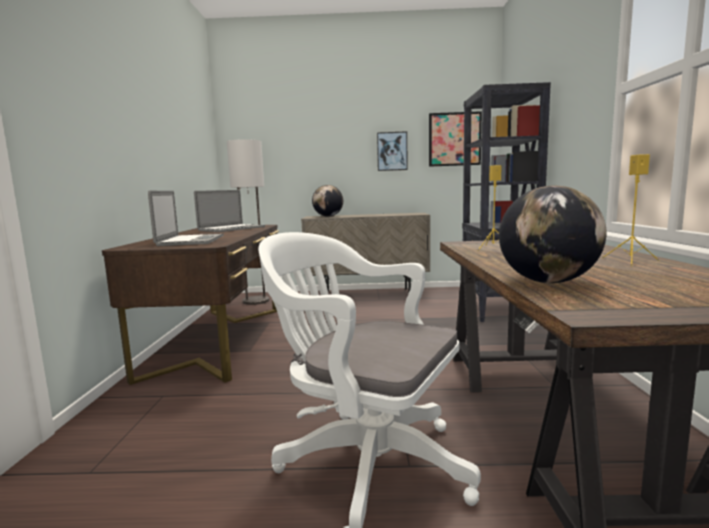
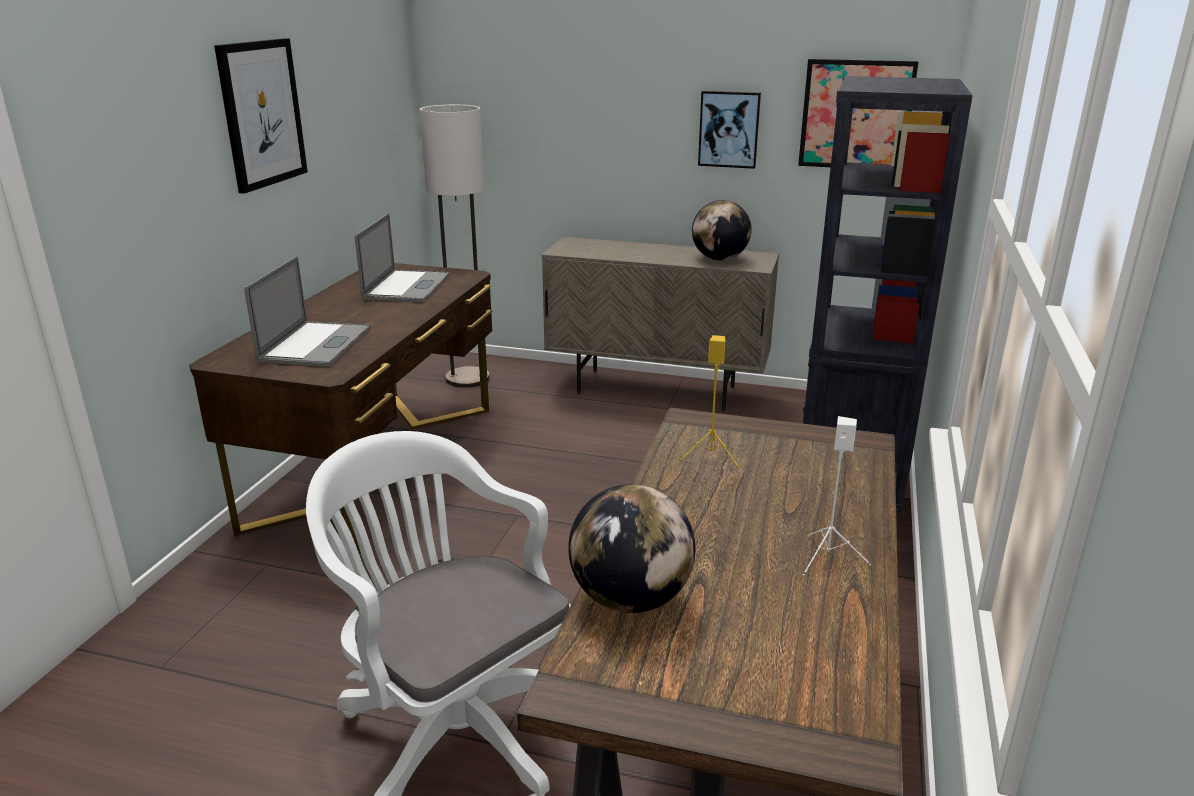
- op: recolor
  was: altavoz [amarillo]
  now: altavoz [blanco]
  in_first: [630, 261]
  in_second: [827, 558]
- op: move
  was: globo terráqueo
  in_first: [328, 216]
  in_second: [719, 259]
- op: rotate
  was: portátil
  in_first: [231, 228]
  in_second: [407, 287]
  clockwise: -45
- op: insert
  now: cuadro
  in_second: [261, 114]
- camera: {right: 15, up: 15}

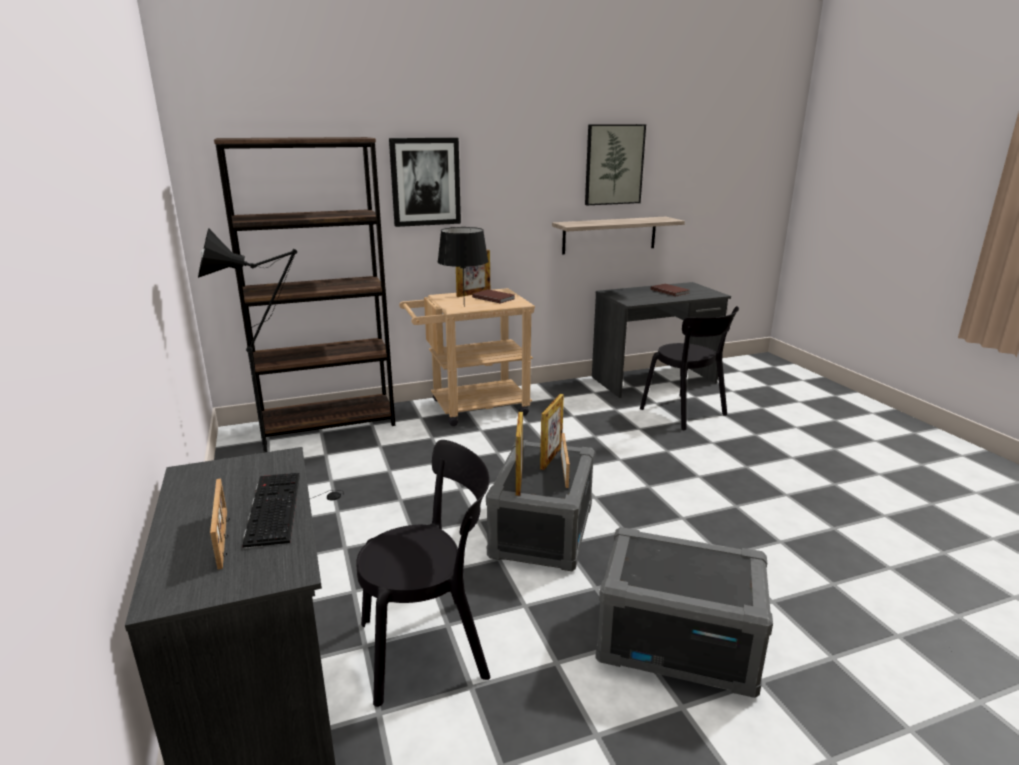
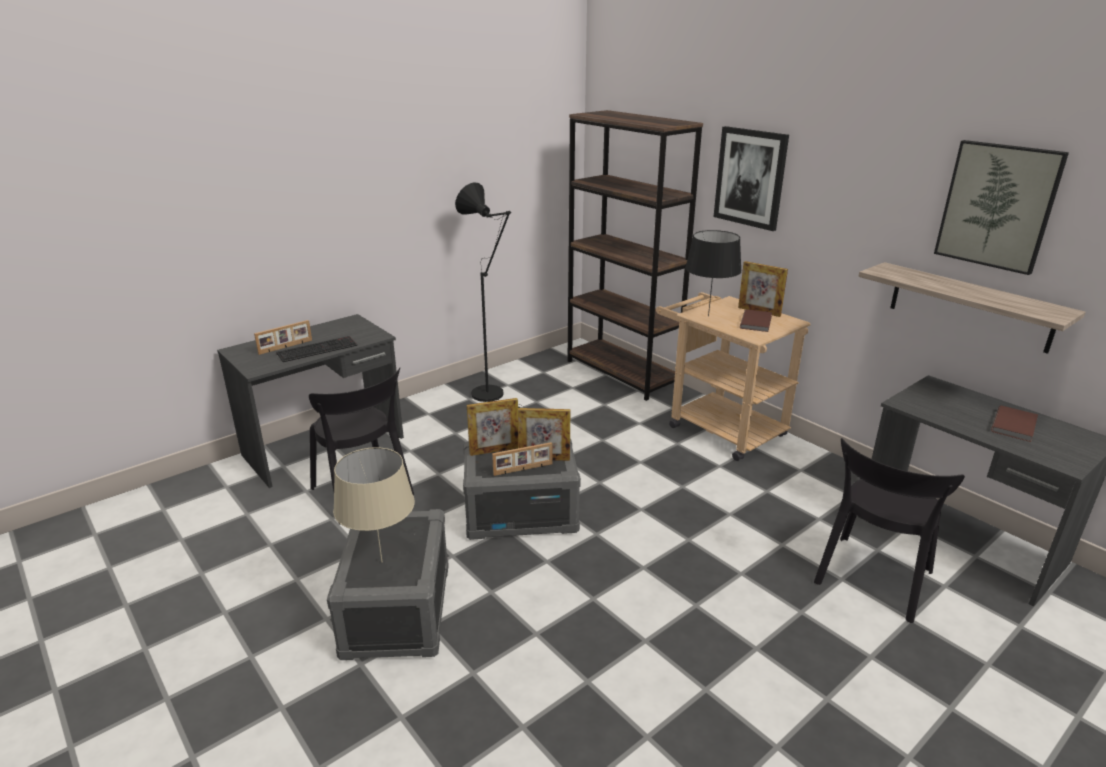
- op: insert
  now: lámpara de mesa [beis]
  in_second: [382, 562]
- camera: {right: 70, up: 5}

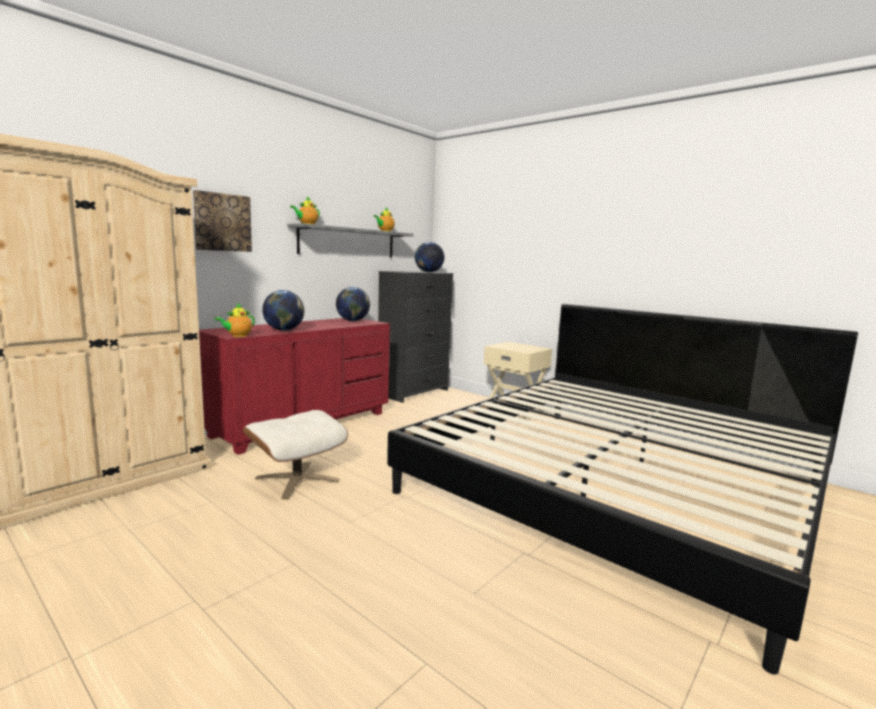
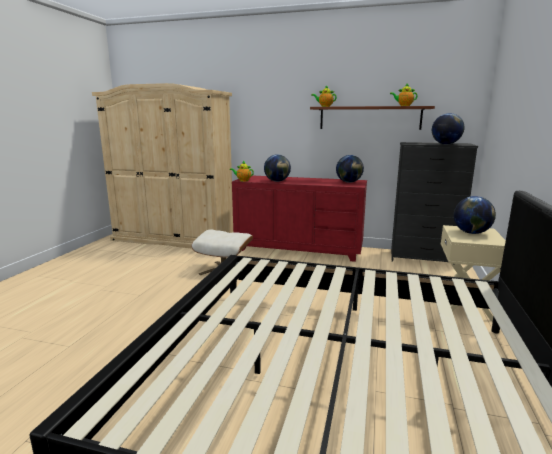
- op: delete
  was: cuadro
  in_first: [222, 222]
- op: recolor
  was: estante [gris]
  now: estante [marrón]
  in_first: [348, 242]
  in_second: [369, 118]
- op: insert
  now: globo terráqueo
  in_second: [471, 233]
- camera: {right: 65, up: 5}

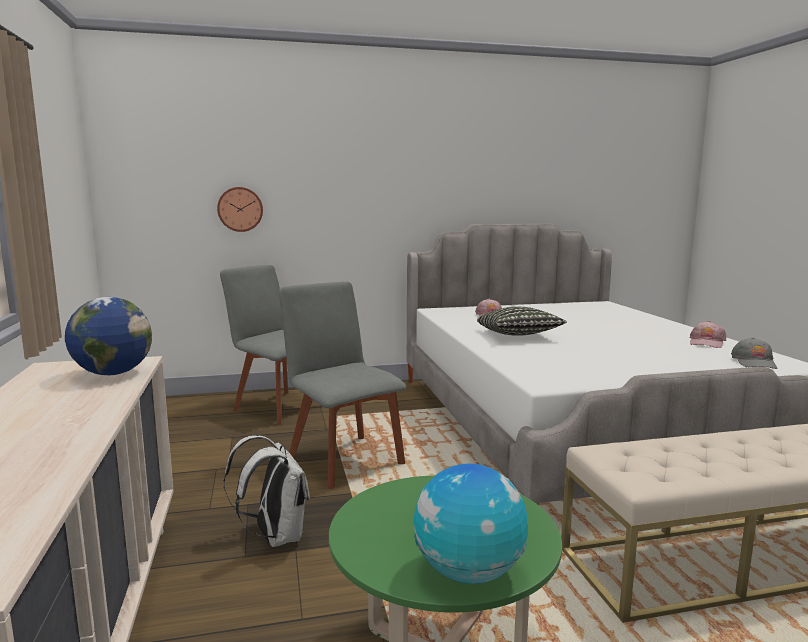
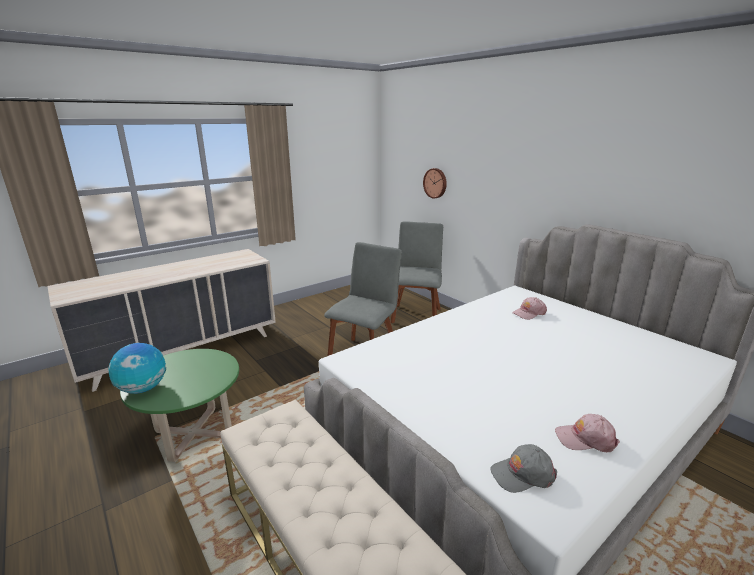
- op: delete
  was: globo terráqueo
  in_first: [113, 373]
- op: delete
  was: cojín
  in_first: [518, 336]
- op: delete
  was: mochila [blanco]
  in_first: [275, 536]
- camera: {right: 65, up: 10}

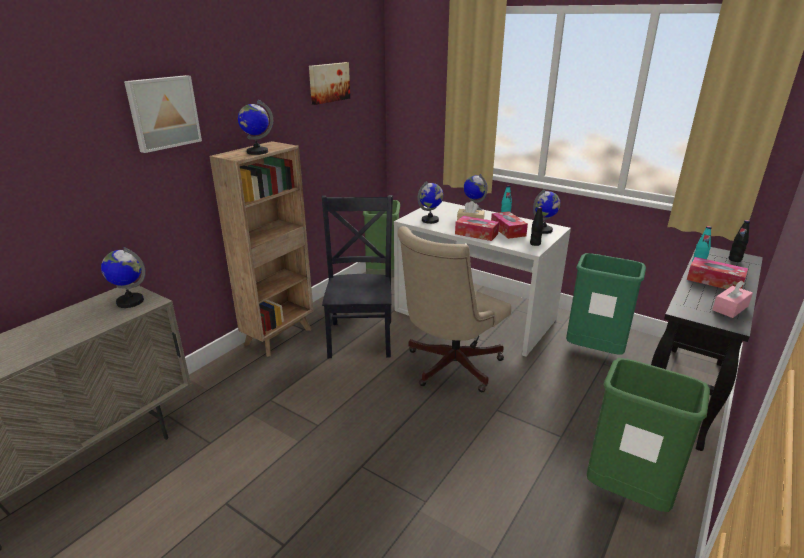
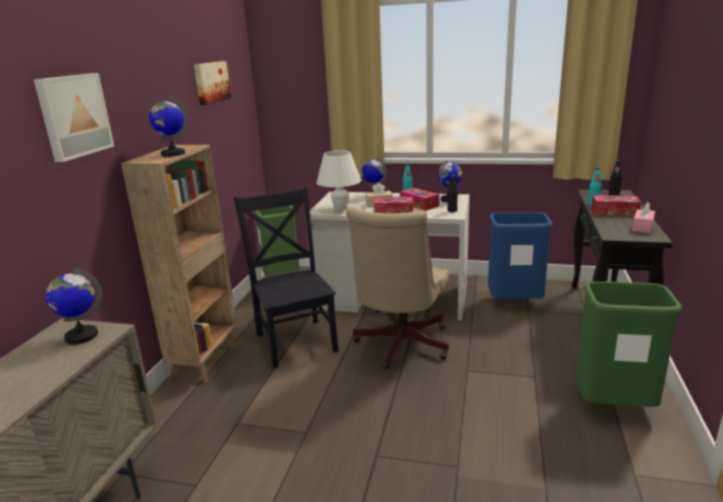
- op: replace
  was: globo terráqueo
  now: lámpara de mesa [blanco]
  in_first: [430, 220]
  in_second: [340, 208]
- op: recolor
  was: papelera [verde]
  now: papelera [azul]
  in_first: [594, 351]
  in_second: [514, 302]
- camera: {right: -20, up: -5}

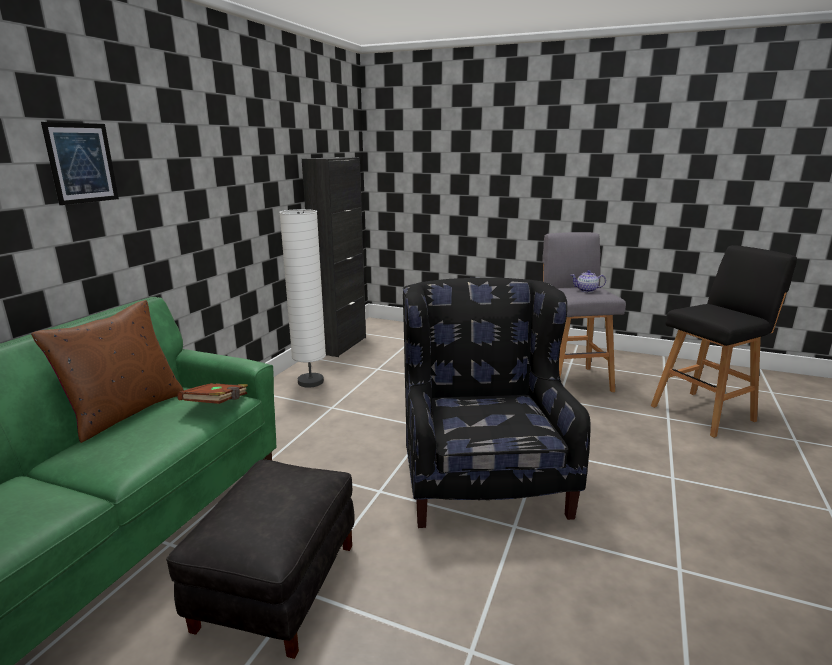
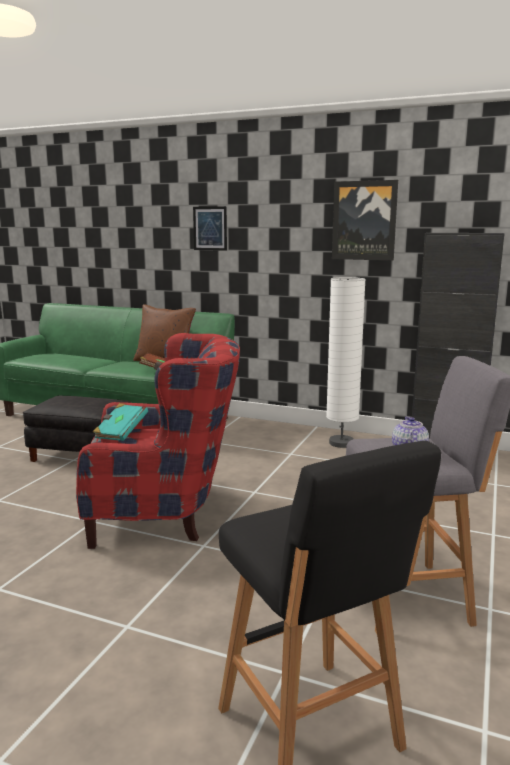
- op: recolor
  was: sillón [negro]
  now: sillón [rojo]
  in_first: [482, 476]
  in_second: [165, 512]
- op: insert
  now: cuadro
  in_second: [364, 220]
- op: insert
  now: libro [turquesa]
  in_second: [121, 432]
- camera: {right: 90, up: -5}

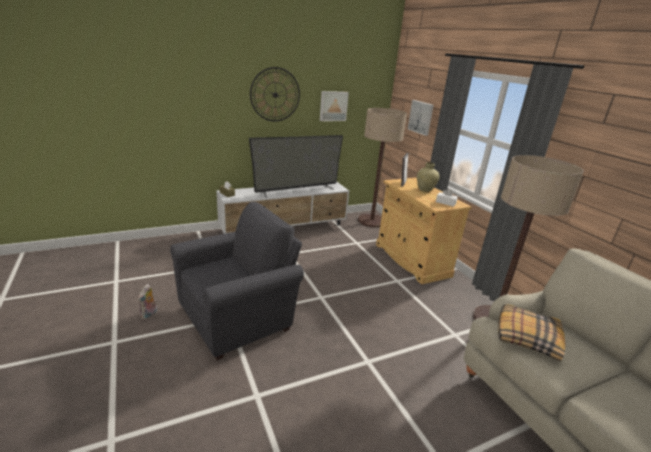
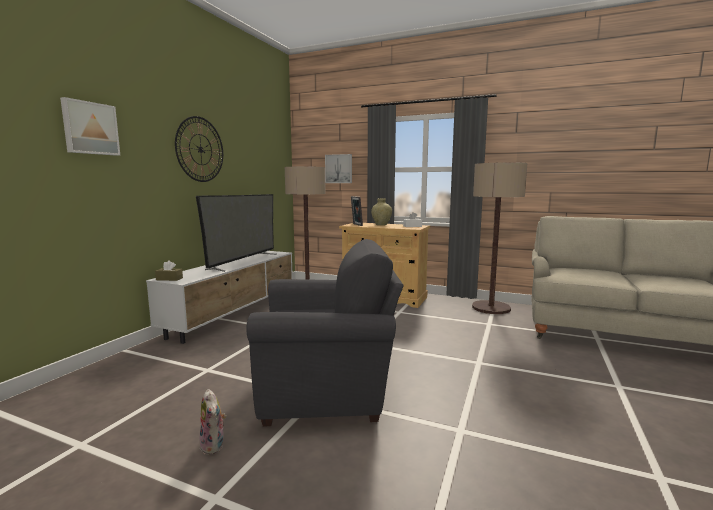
- op: move
  was: cuadro
  in_first: [333, 106]
  in_second: [90, 128]
- op: rotate
  was: sillón [gris]
  in_first: [240, 317]
  in_second: [329, 390]
  clockwise: 75
- op: delete
  was: cojín
  in_first: [526, 337]
- camera: {right: -40, up: -15}

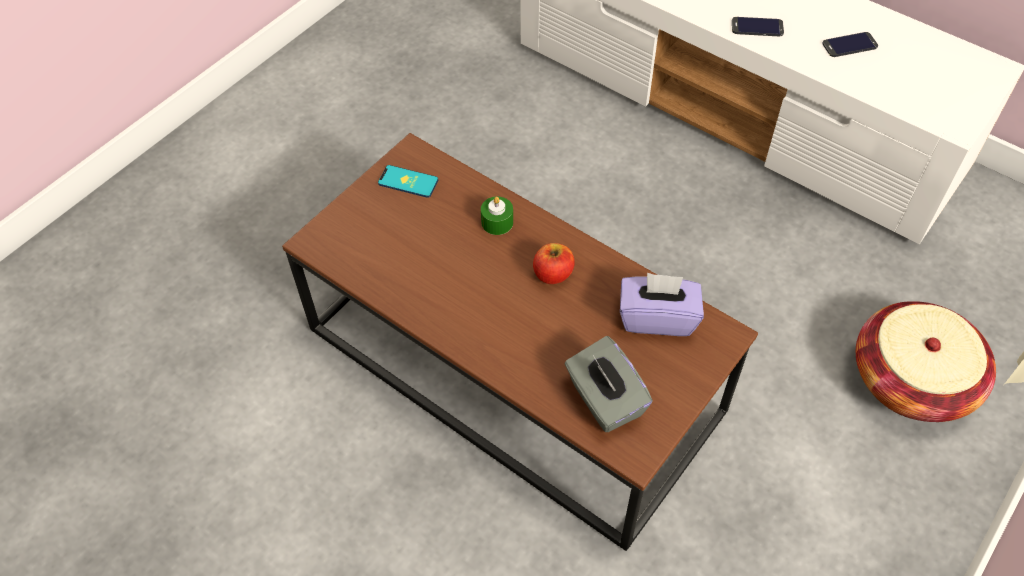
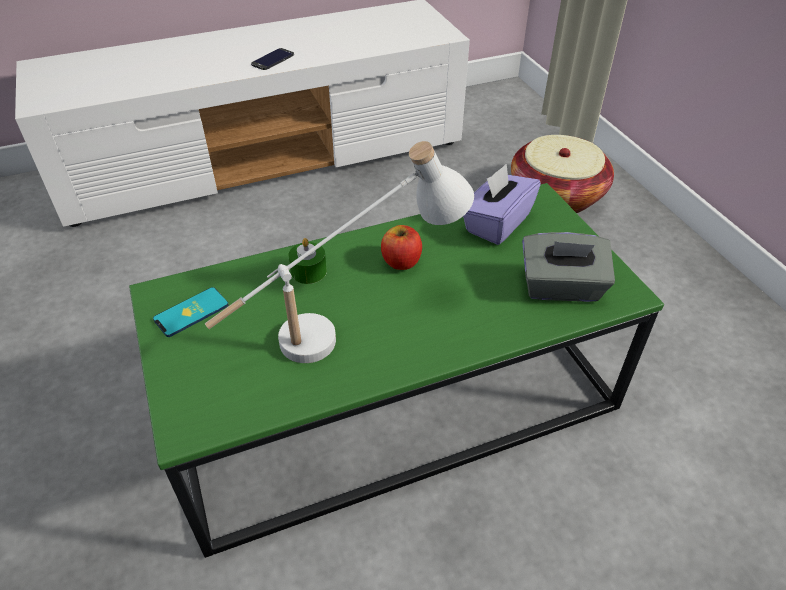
- op: delete
  was: móvil
  in_first: [849, 45]
- op: recolor
  was: mesa de centro [marrón]
  now: mesa de centro [verde]
  in_first: [513, 370]
  in_second: [392, 401]
- op: insert
  now: lámpara de mesa [blanco]
  in_second: [347, 327]
- camera: {right: -60, up: -10}

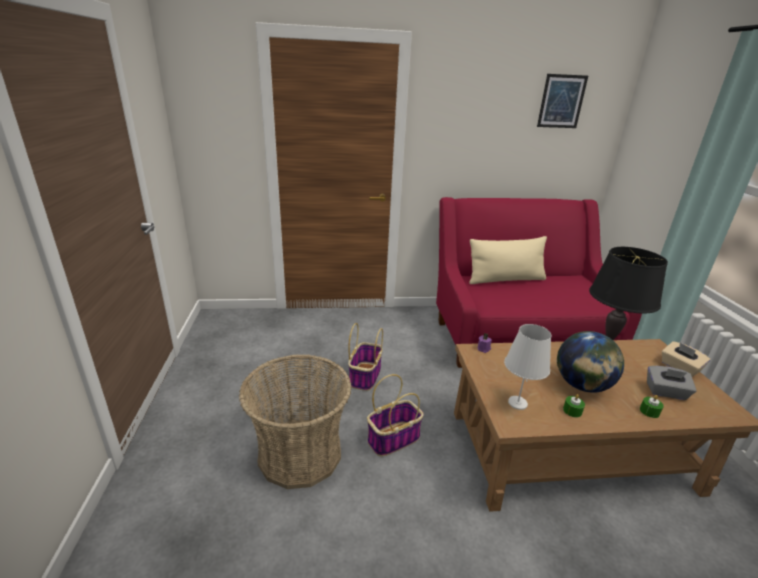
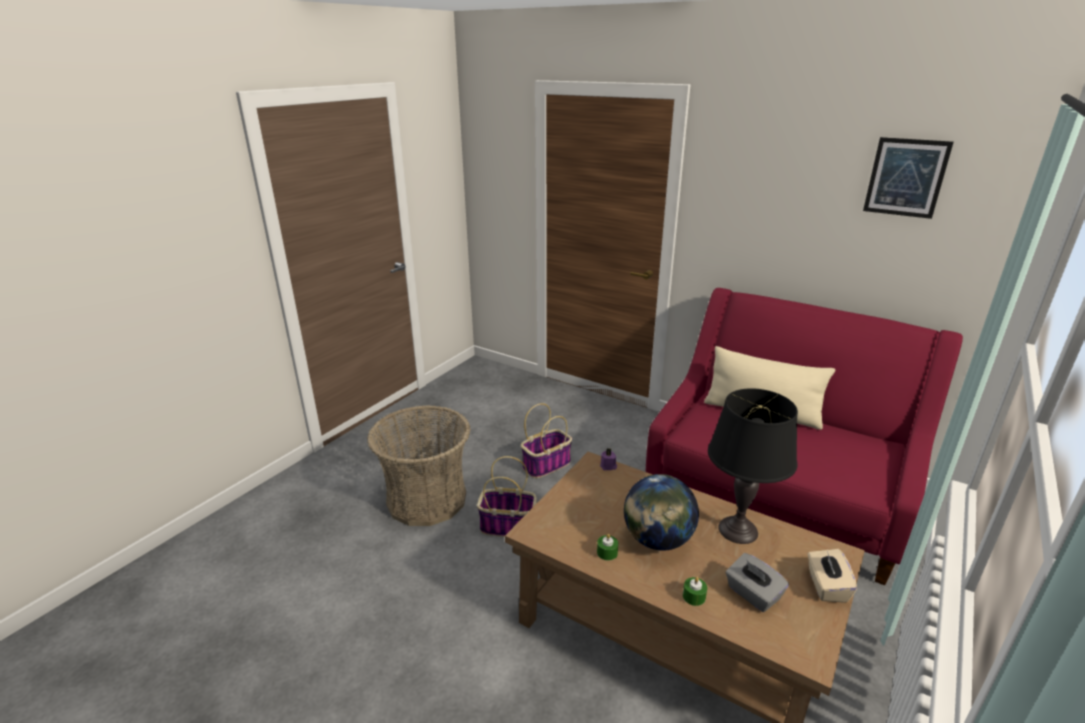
- op: delete
  was: lámpara de mesa [blanco]
  in_first: [517, 403]
- camera: {right: 40, up: 0}

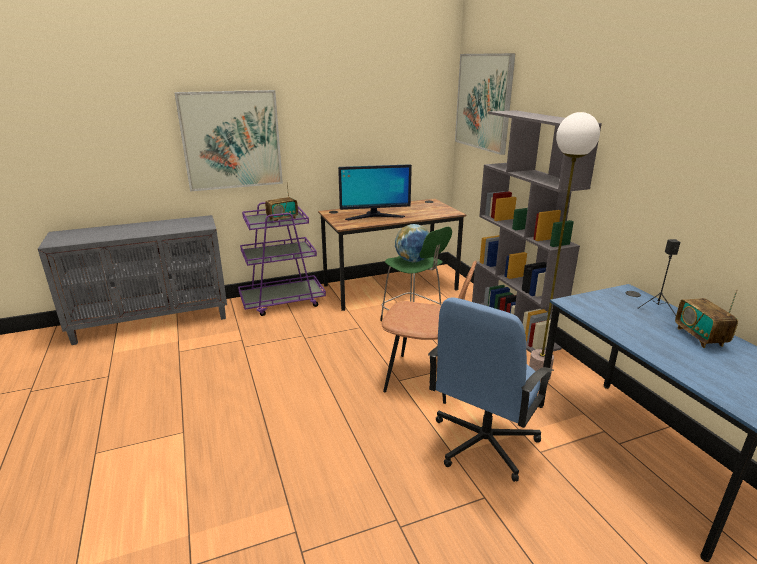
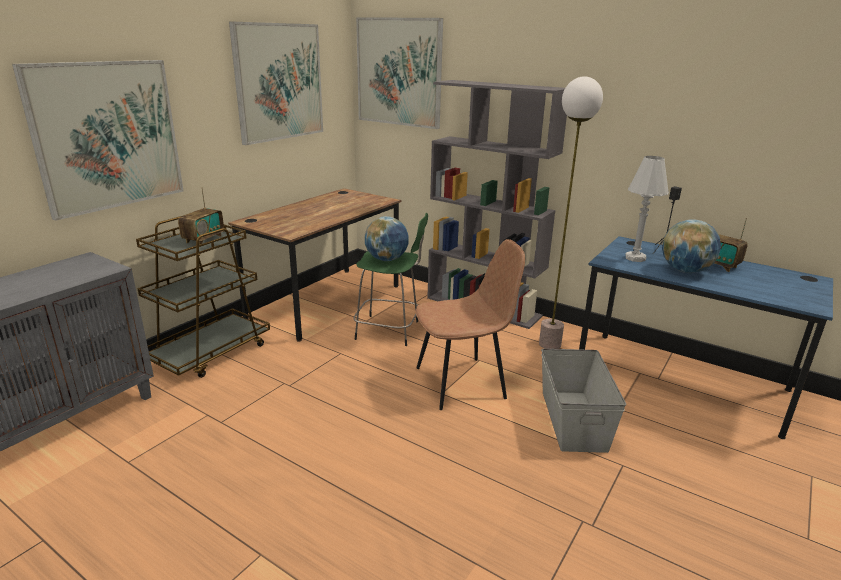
- op: delete
  was: monitor
  in_first: [374, 216]
- op: recolor
  was: carrito [morado]
  now: carrito [marrón]
  in_first: [283, 301]
  in_second: [210, 352]
- op: replace
  was: silla de oficina [azul]
  now: caja de almacenaje [gris]
  in_first: [483, 443]
  in_second: [572, 420]
- op: insert
  now: cuadro
  in_second: [279, 82]
- op: insert
  now: lámpara de mesa [blanco]
  in_second: [635, 258]
- op: insert
  now: globo terráqueo
  in_second: [685, 271]
- camera: {right: -35, up: 0}

